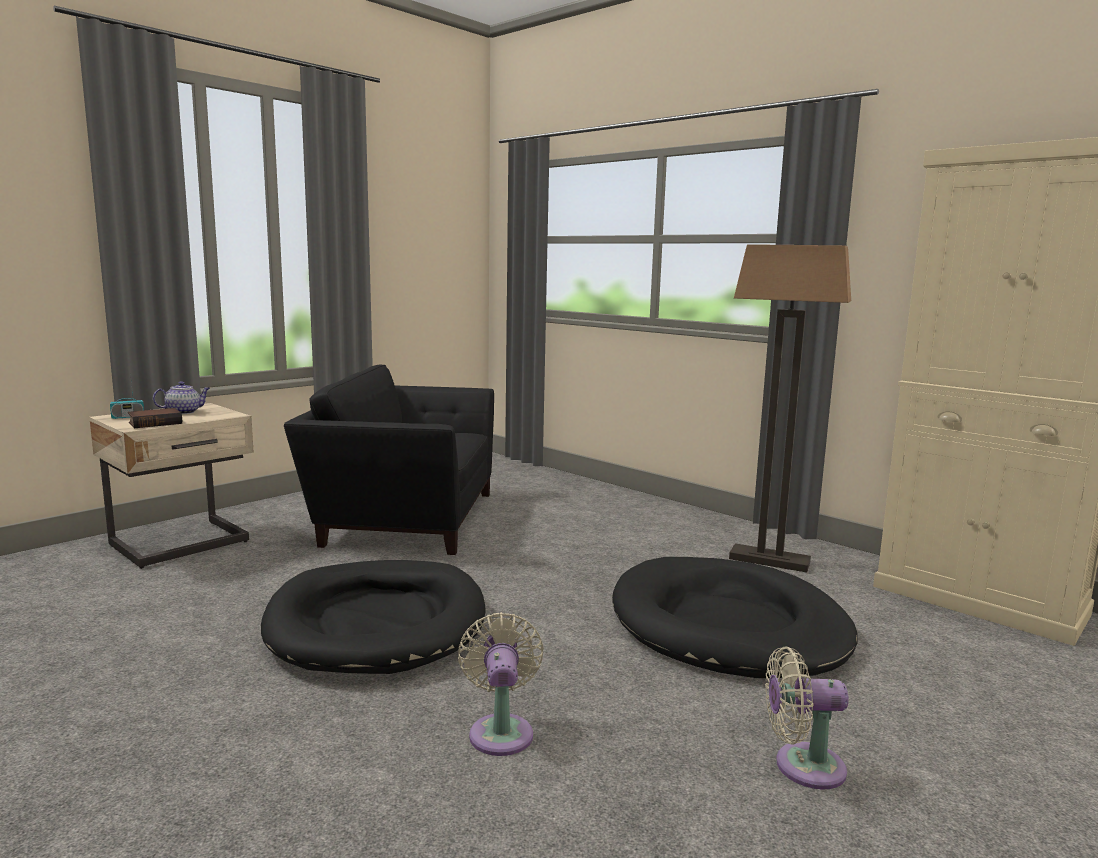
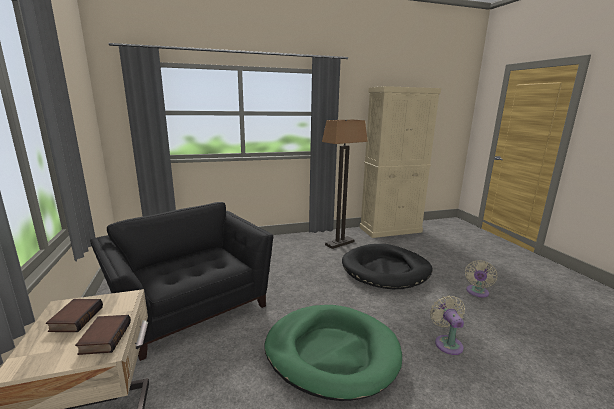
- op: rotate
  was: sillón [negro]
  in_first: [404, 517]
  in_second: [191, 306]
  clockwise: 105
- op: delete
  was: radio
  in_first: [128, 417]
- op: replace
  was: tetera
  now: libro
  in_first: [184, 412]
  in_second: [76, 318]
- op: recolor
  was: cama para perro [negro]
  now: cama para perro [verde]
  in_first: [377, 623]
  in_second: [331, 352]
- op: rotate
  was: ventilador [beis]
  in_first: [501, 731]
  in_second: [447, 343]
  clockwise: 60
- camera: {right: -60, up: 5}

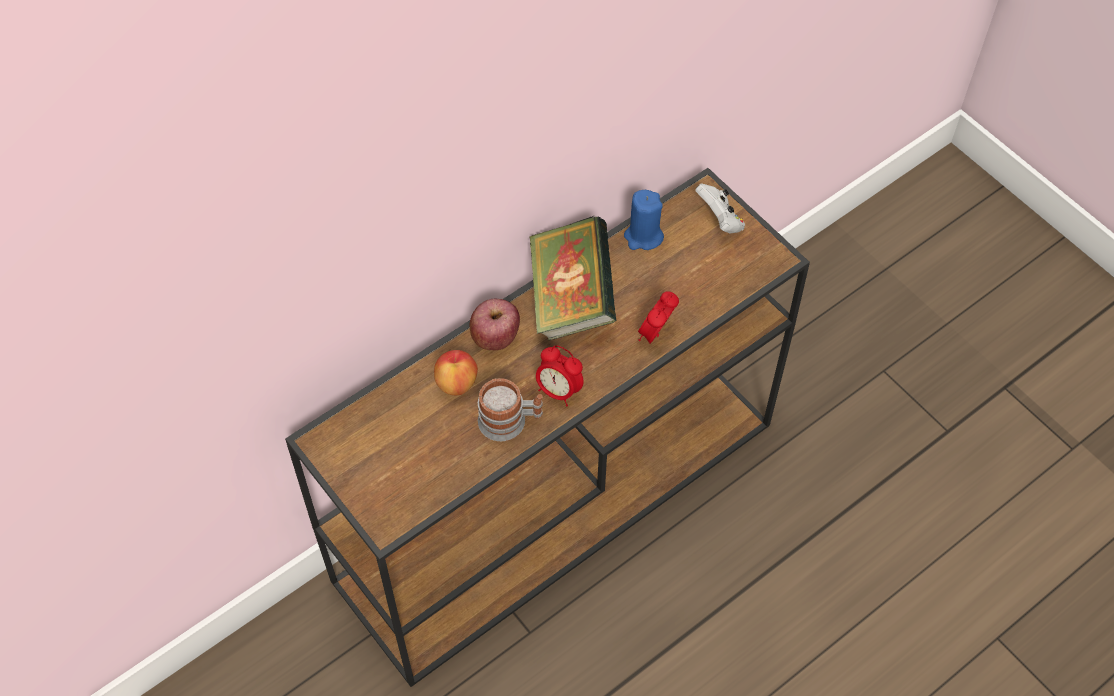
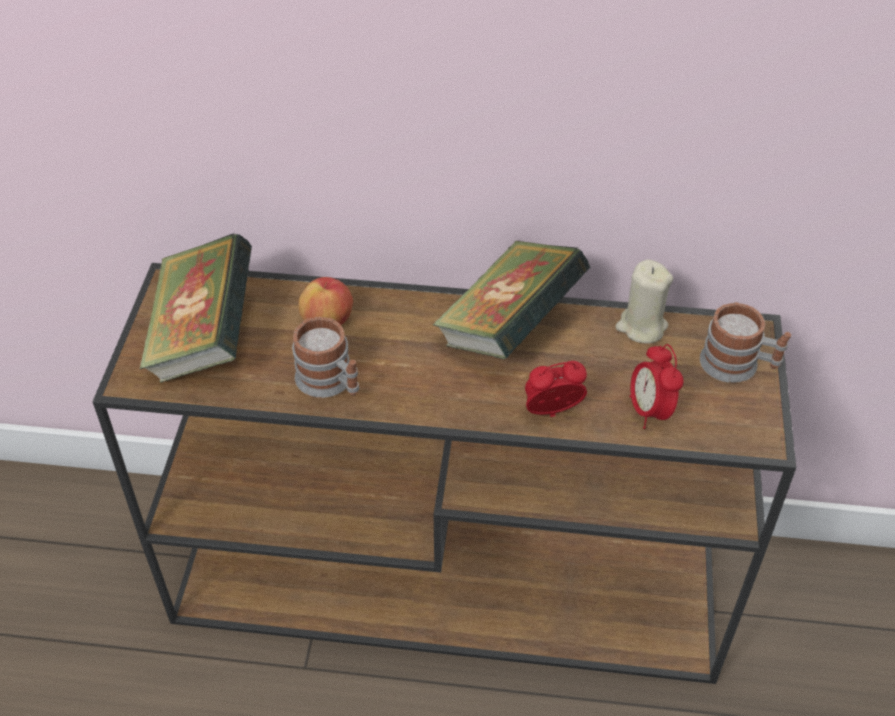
- op: replace
  was: mando de consola [blanco]
  now: taza grande
  in_first: [720, 220]
  in_second: [738, 365]
- op: recolor
  was: vela [azul]
  now: vela [beis]
  in_first: [643, 236]
  in_second: [641, 327]
- op: delete
  was: manzana
  in_first: [495, 337]
- op: move
  was: despertador
  in_first: [558, 391]
  in_second: [650, 411]
- op: insert
  now: libro
  in_second: [204, 339]
- camera: {right: 45, up: -10}

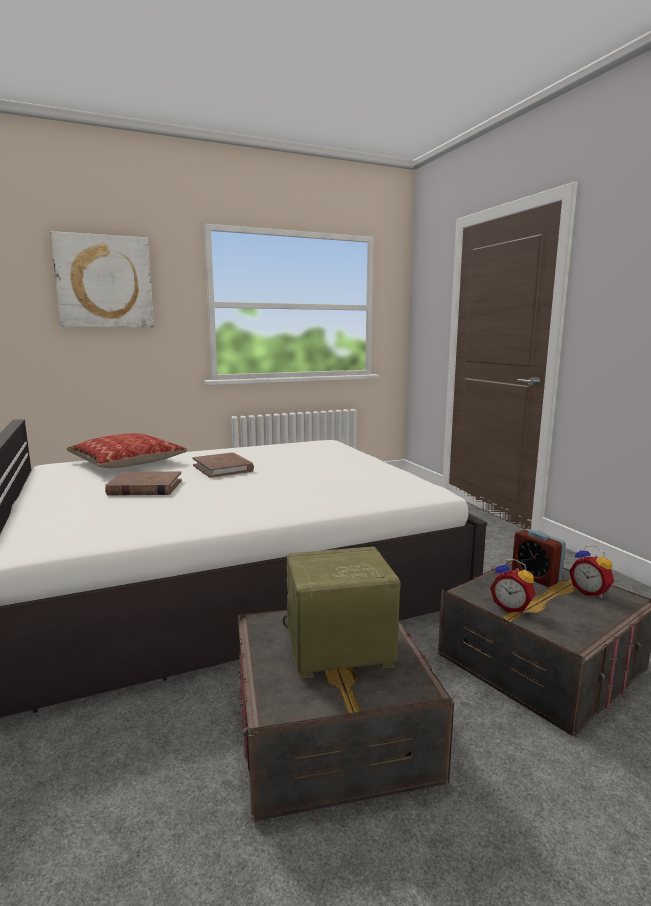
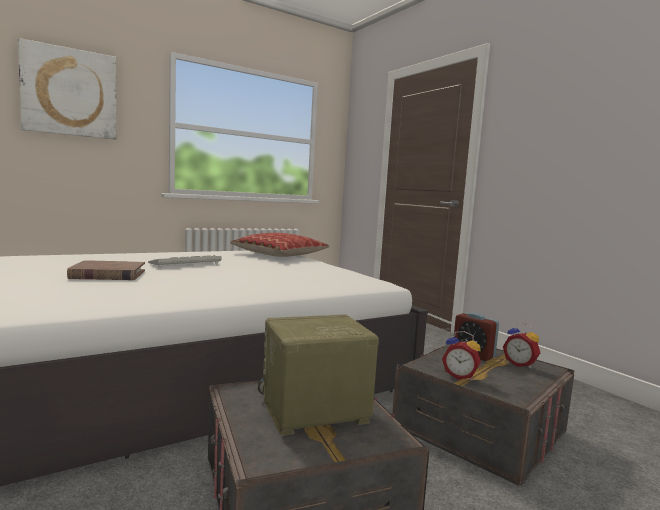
- op: move
  was: cojín
  in_first: [127, 462]
  in_second: [280, 255]
- op: replace
  was: libro [marrón]
  now: teclado
  in_first: [223, 468]
  in_second: [184, 264]
- camera: {right: -10, up: -5}

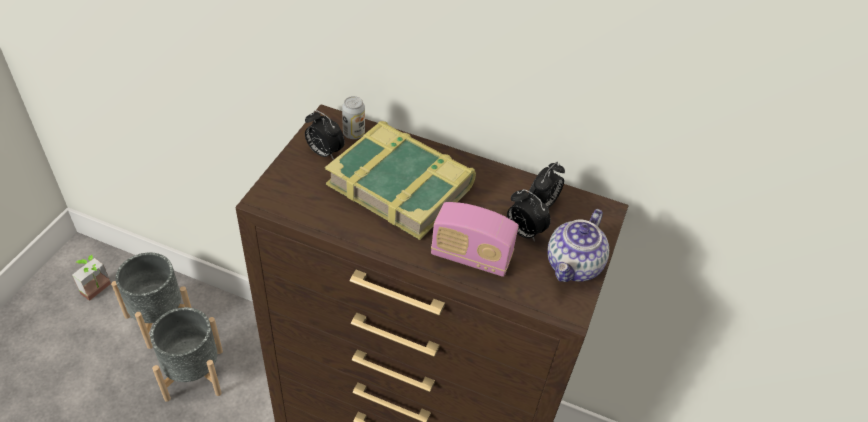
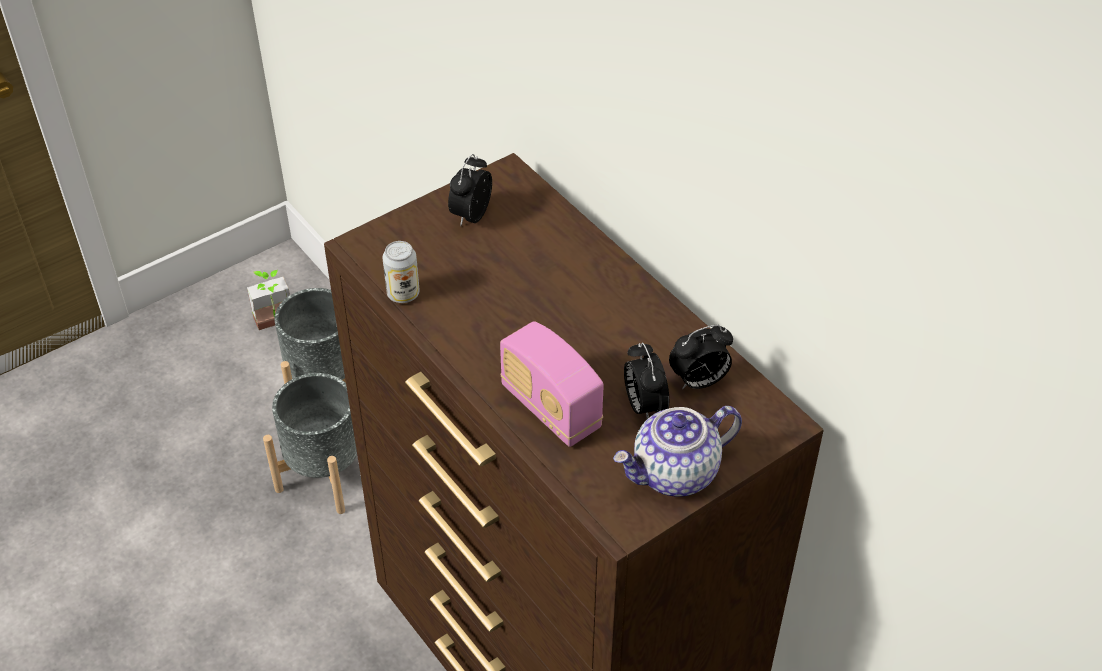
- op: move
  was: lata
  in_first: [354, 133]
  in_second: [403, 294]
- op: rotate
  was: despertador
  in_first: [324, 153]
  in_second: [471, 215]
  clockwise: 45
- op: delete
  was: libro
  in_first: [401, 185]
- camera: {right: 35, up: 0}

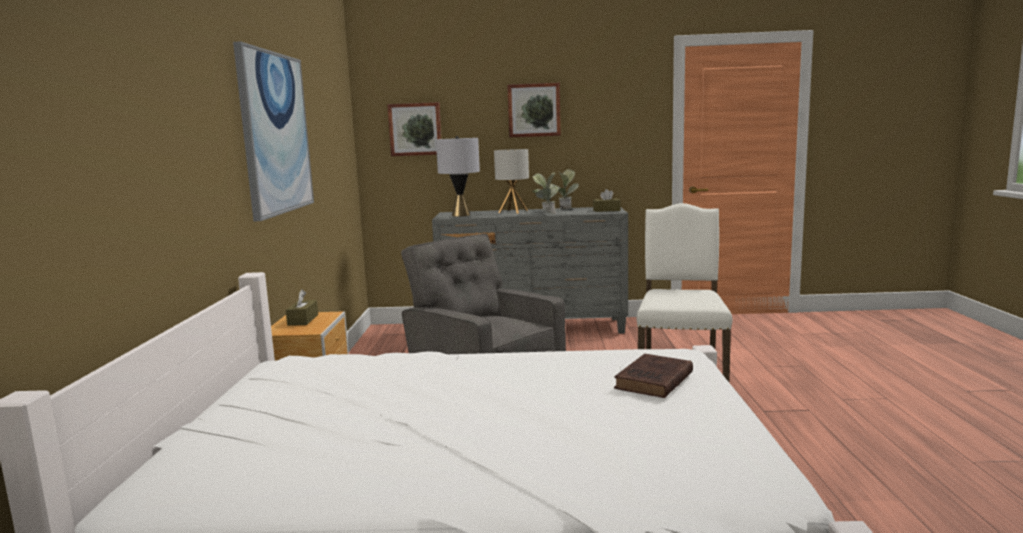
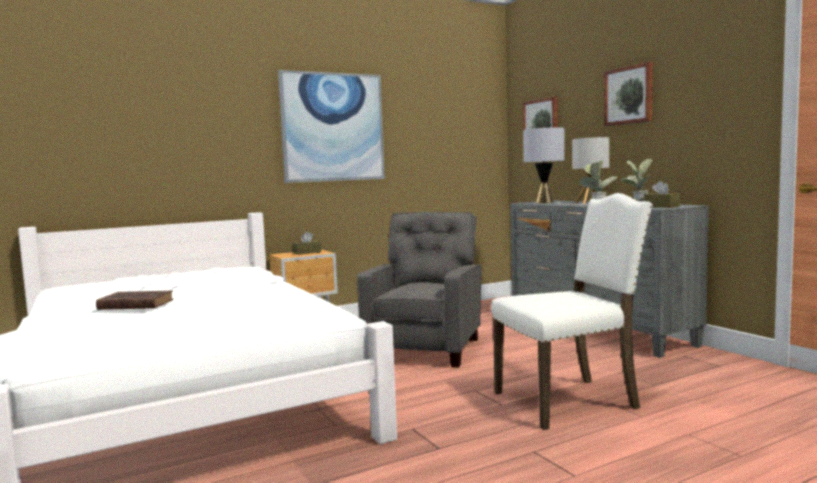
- op: move
  was: libro [marrón]
  in_first: [653, 381]
  in_second: [134, 305]
- camera: {right: 60, up: -5}

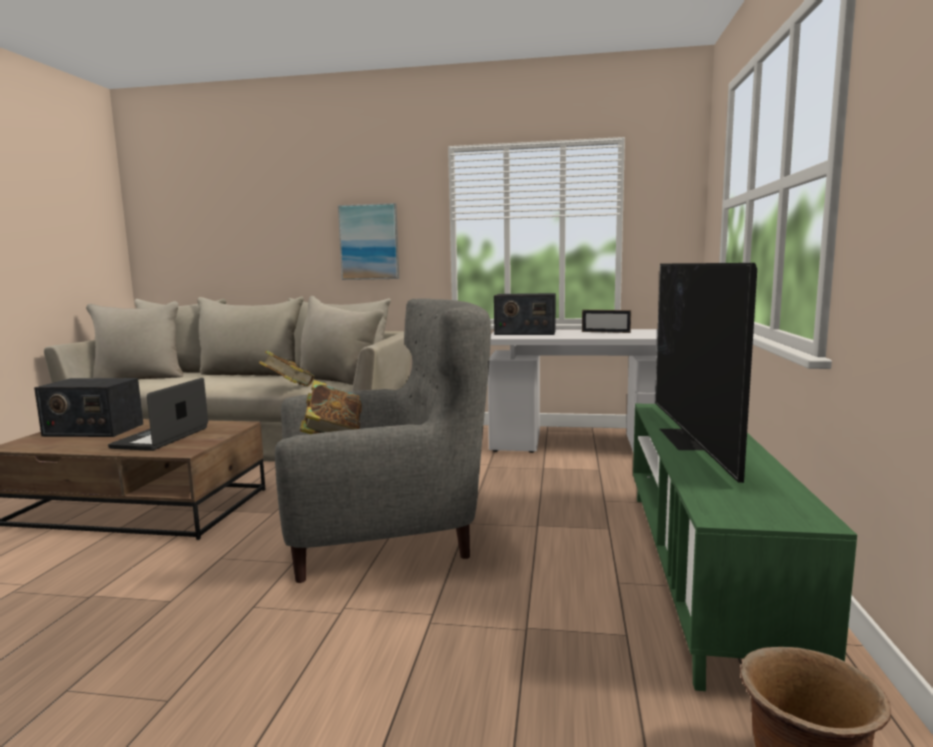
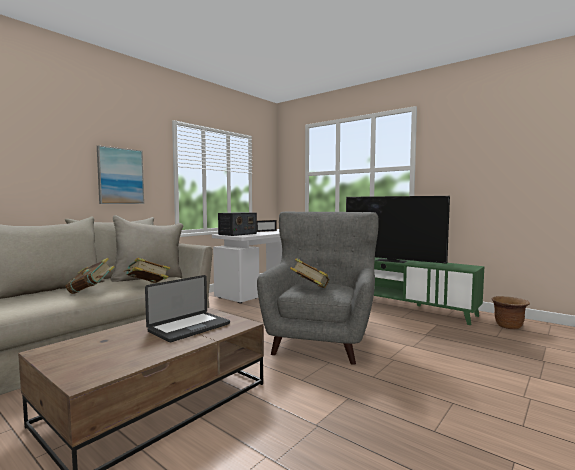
- op: delete
  was: radio
  in_first: [93, 430]
- op: rotate
  was: portátil
  in_first: [161, 438]
  in_second: [189, 328]
  clockwise: -90
- op: insert
  now: libro
  in_second: [91, 291]
- camera: {right: -60, up: -5}

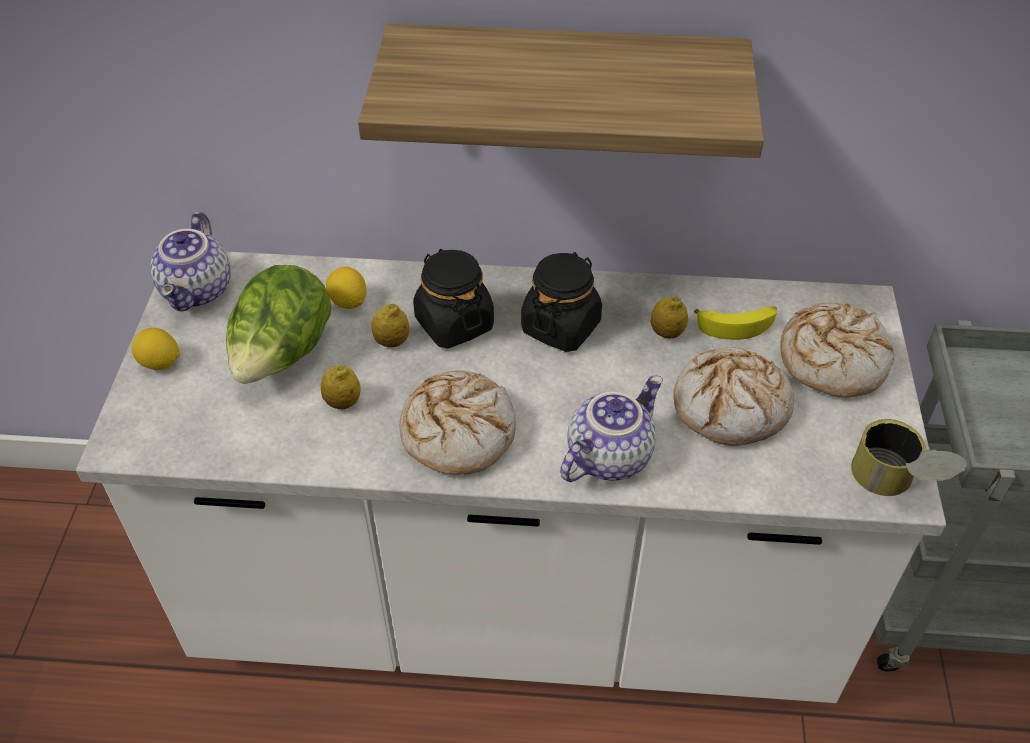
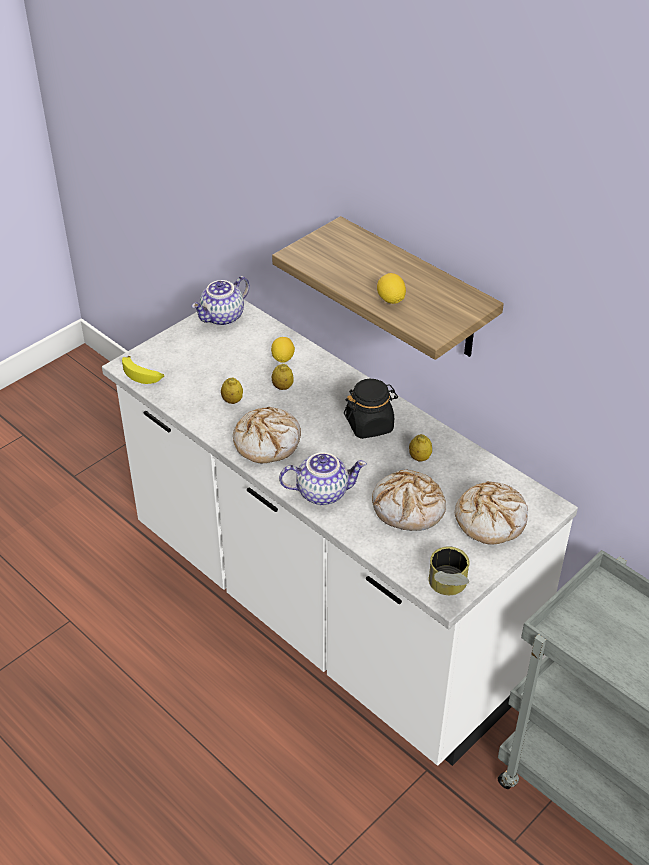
- op: delete
  was: tarro [negro]
  in_first: [454, 323]
- op: delete
  was: lechuga
  in_first: [283, 356]
- op: move
  was: plátano
  in_first: [737, 325]
  in_second: [143, 374]
- op: move
  was: limón
  in_first: [160, 363]
  in_second: [390, 300]
- camera: {right: 40, up: -5}

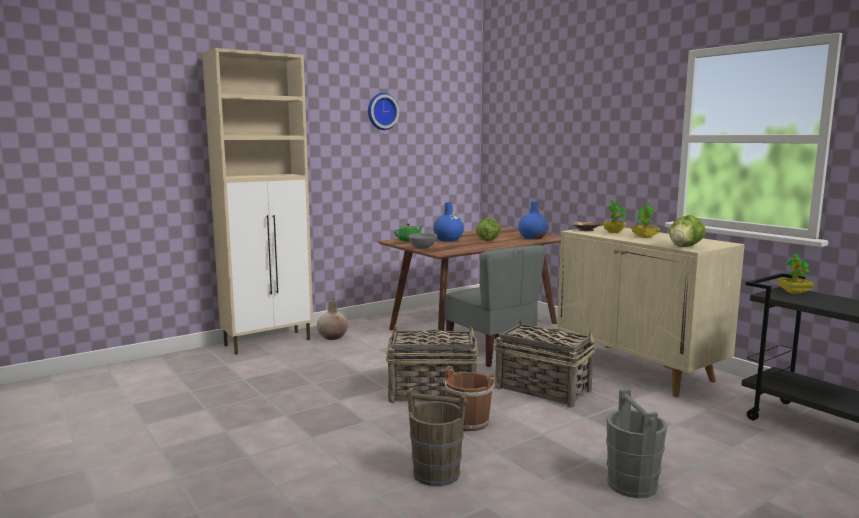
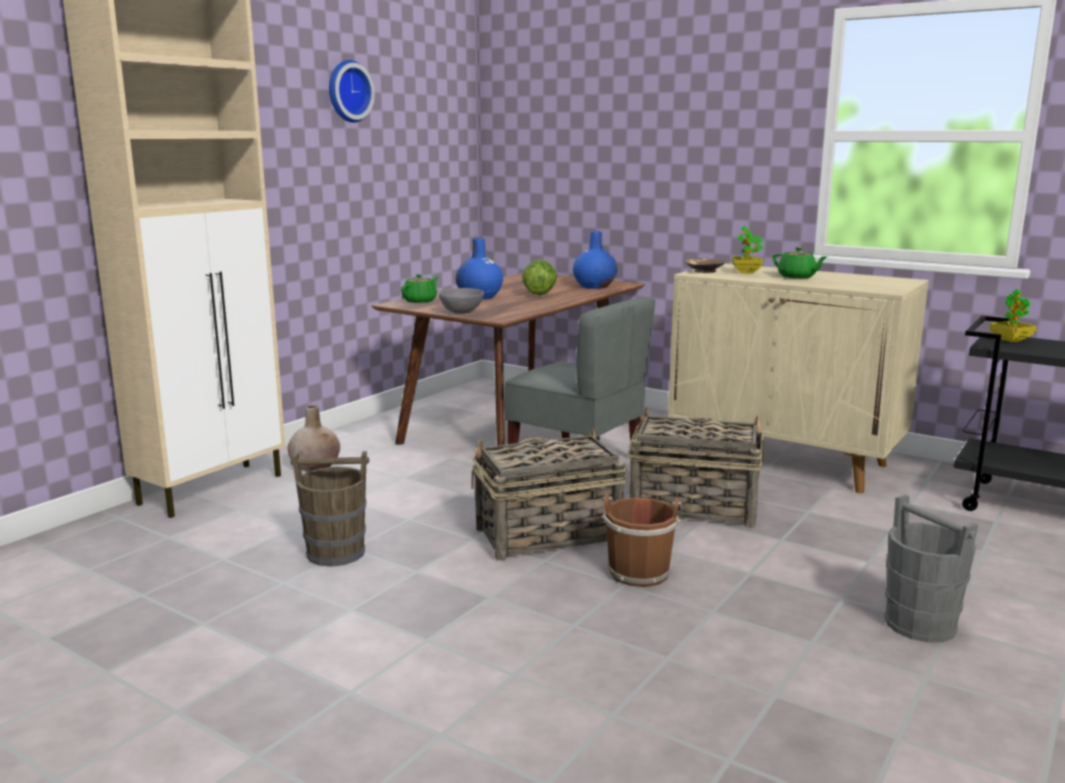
- op: replace
  was: planta en maceta
  now: tetera [verde]
  in_first: [644, 237]
  in_second: [797, 277]
- op: delete
  was: lechuga
  in_first: [685, 247]
- op: move
  was: cubo [marrón]
  in_first: [437, 474]
  in_second: [336, 553]
- camera: {right: -20, up: 5}

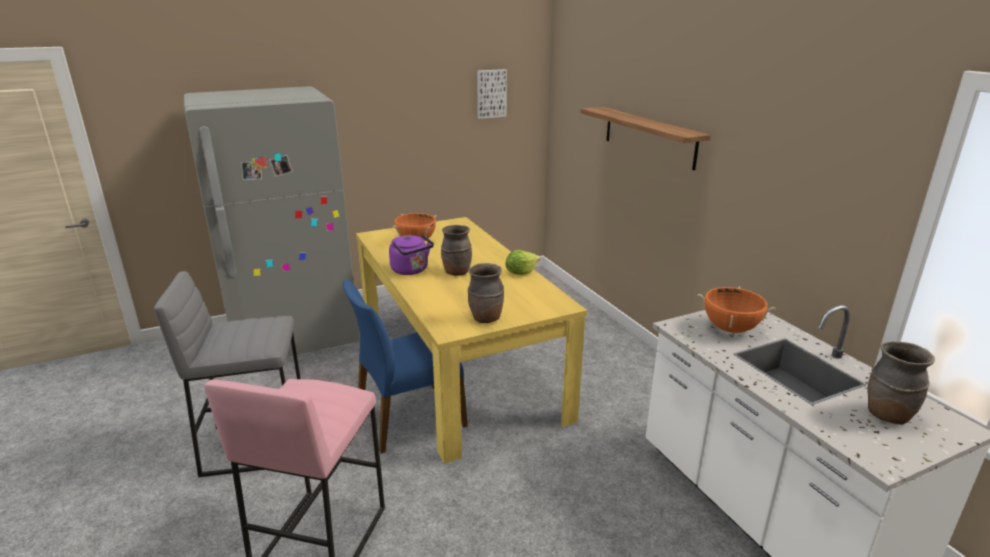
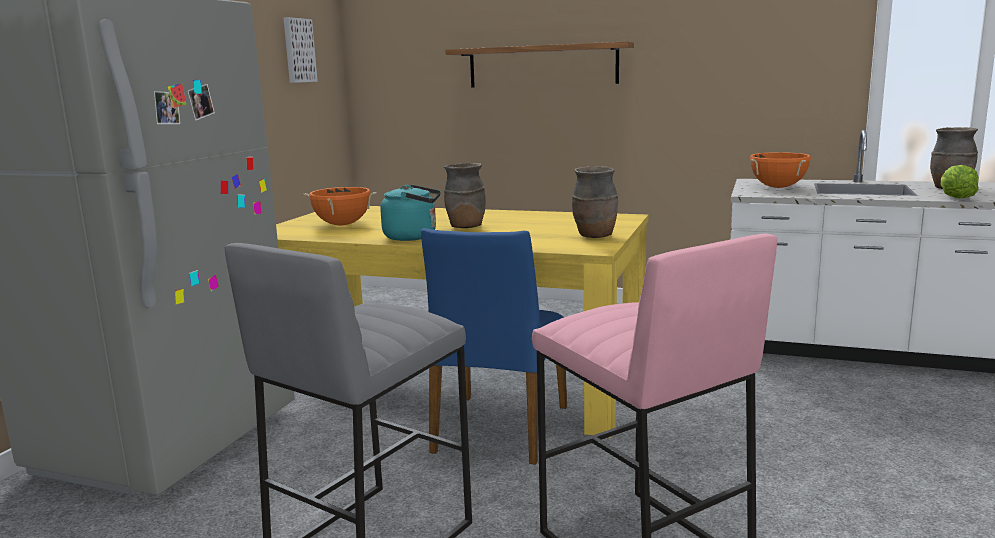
- op: recolor
  was: hervidor [morado]
  now: hervidor [turquesa]
  in_first: [411, 270]
  in_second: [414, 237]
- op: move
  was: lechuga
  in_first: [521, 272]
  in_second: [955, 198]
- camera: {right: -45, up: -10}

